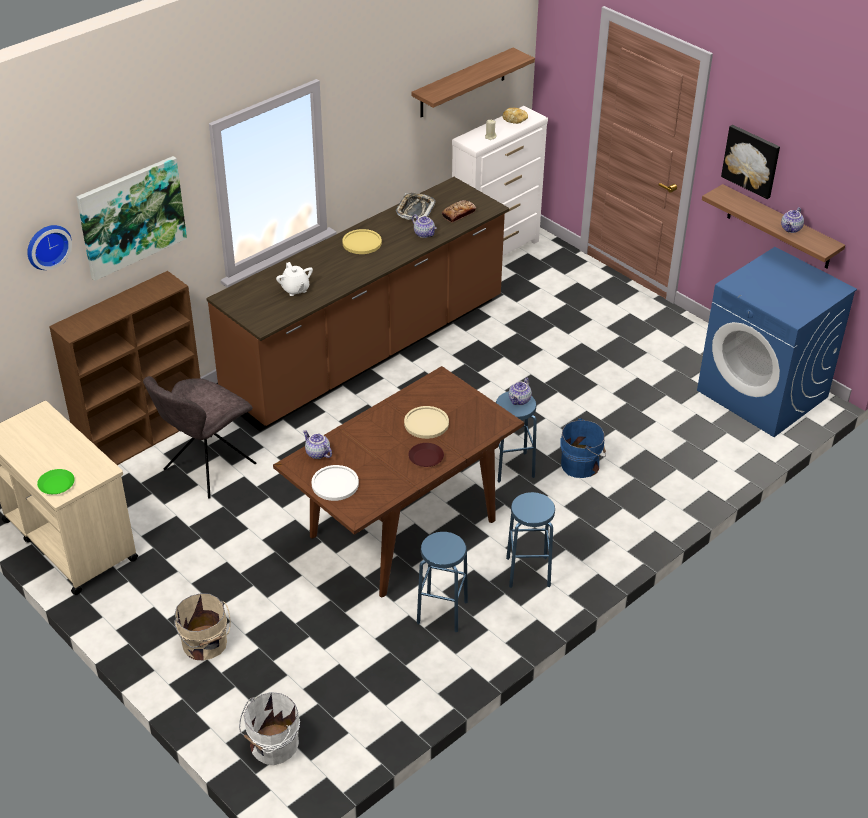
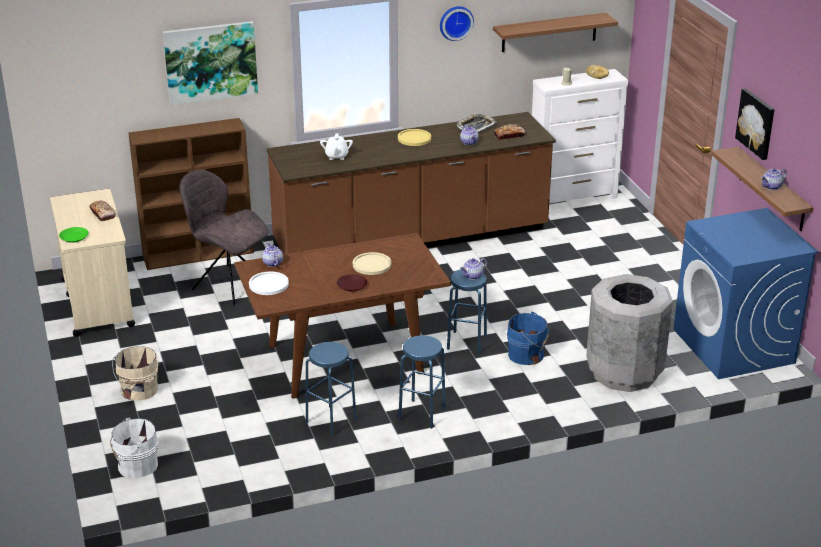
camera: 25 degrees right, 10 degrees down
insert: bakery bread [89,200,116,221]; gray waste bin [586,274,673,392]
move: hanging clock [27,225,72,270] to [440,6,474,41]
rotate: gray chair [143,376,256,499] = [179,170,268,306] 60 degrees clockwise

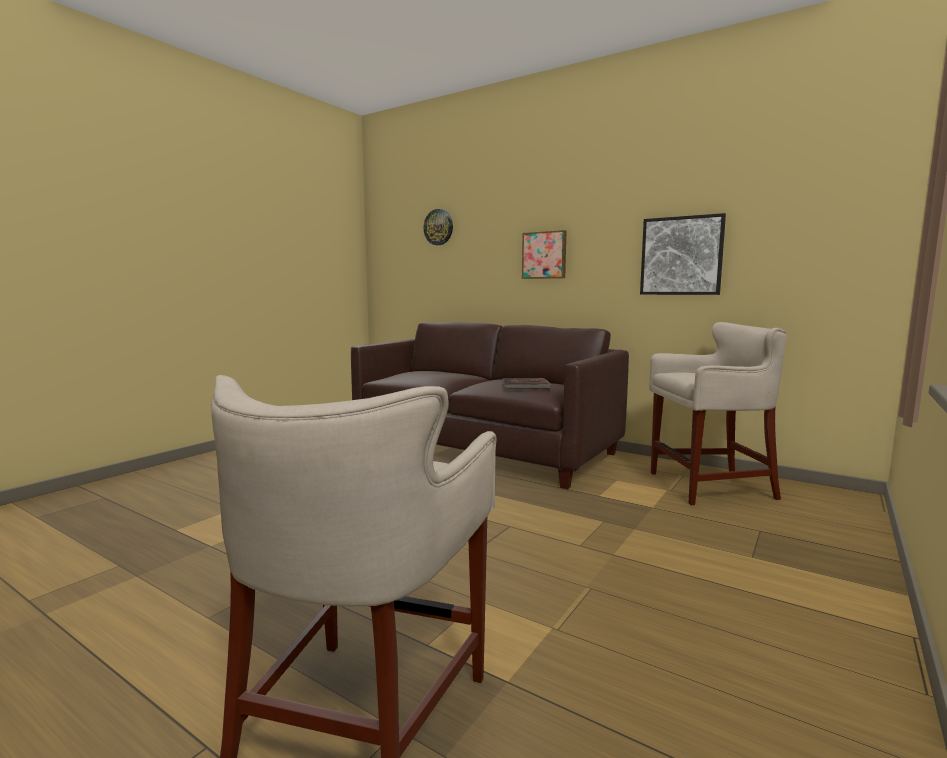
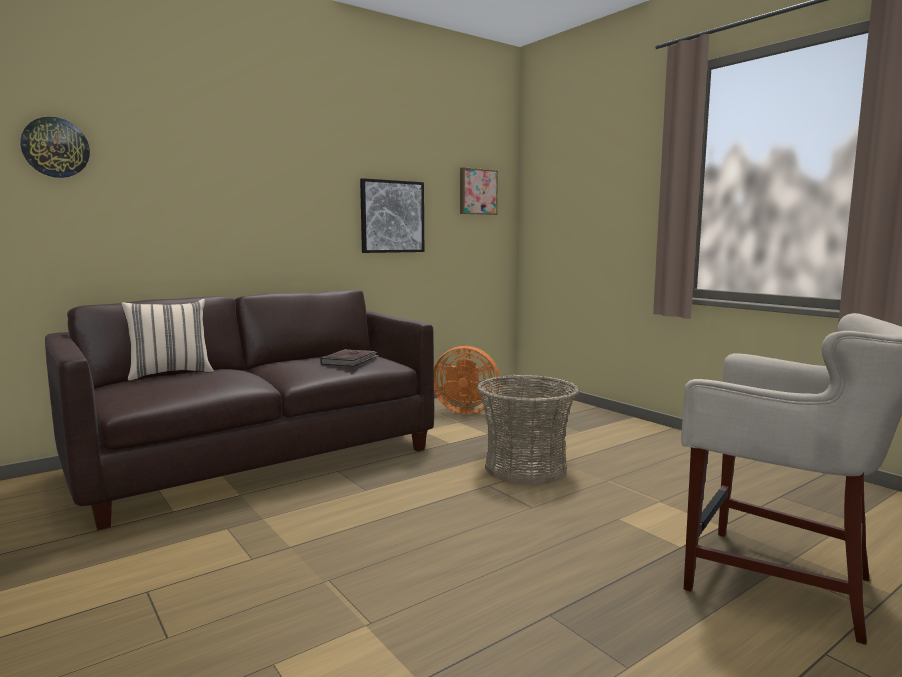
camera: 70 degrees left, 0 degrees up
insert: beige pillow [121,299,214,381]; basket [477,375,580,485]
move: picture [522,230,566,279] to [460,167,498,215]
replace: beige stool seat [649,322,787,505] to orange electric fan [434,346,500,414]

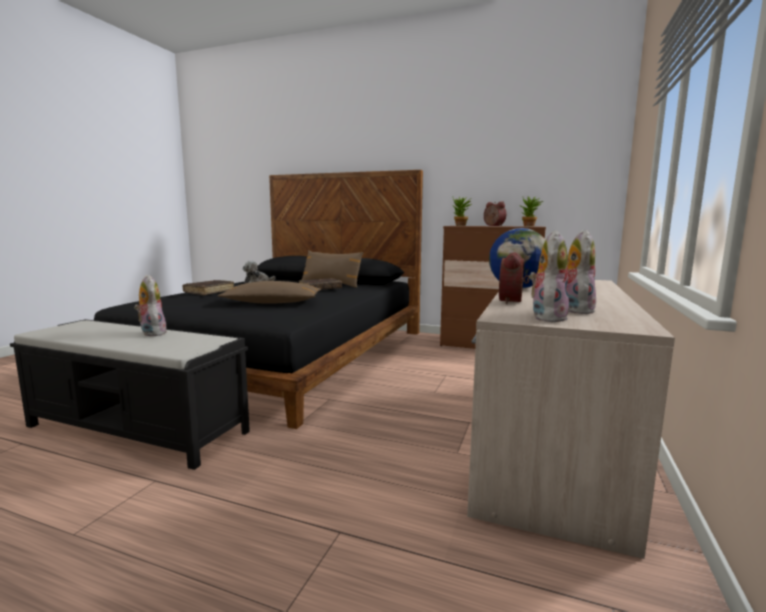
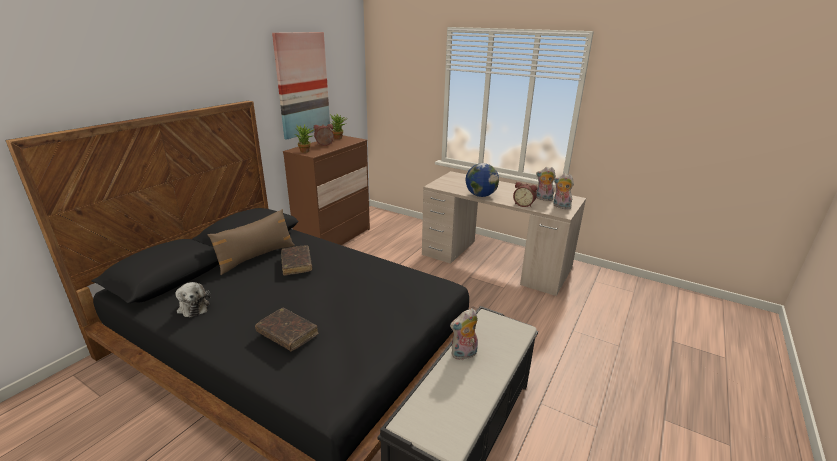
camera: 80 degrees left, 15 degrees up
delete: brown pillow [218,281,321,304]
insert: picture [272,32,330,140]

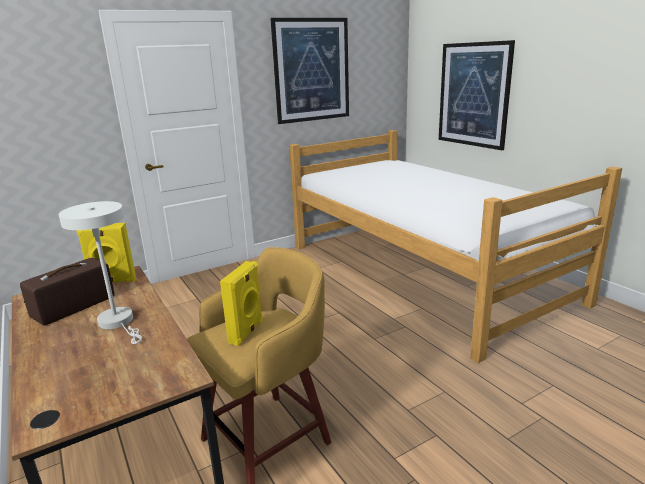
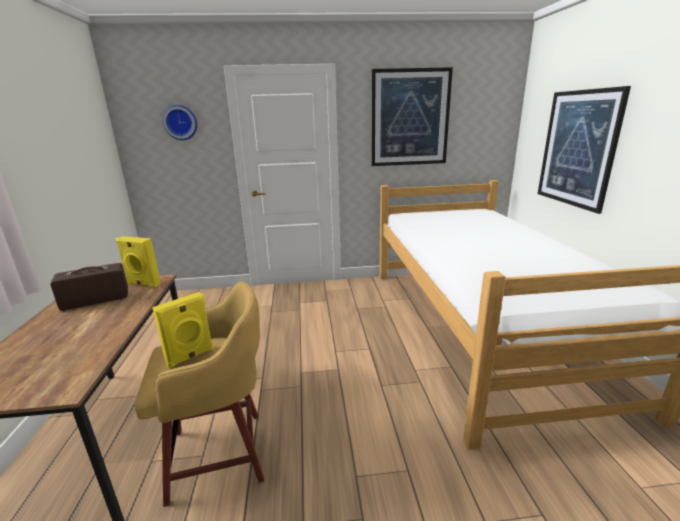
camera: 25 degrees right, 0 degrees up
delete: white tabletop lamp [59,201,142,344]
insert: hanging clock [163,105,197,140]

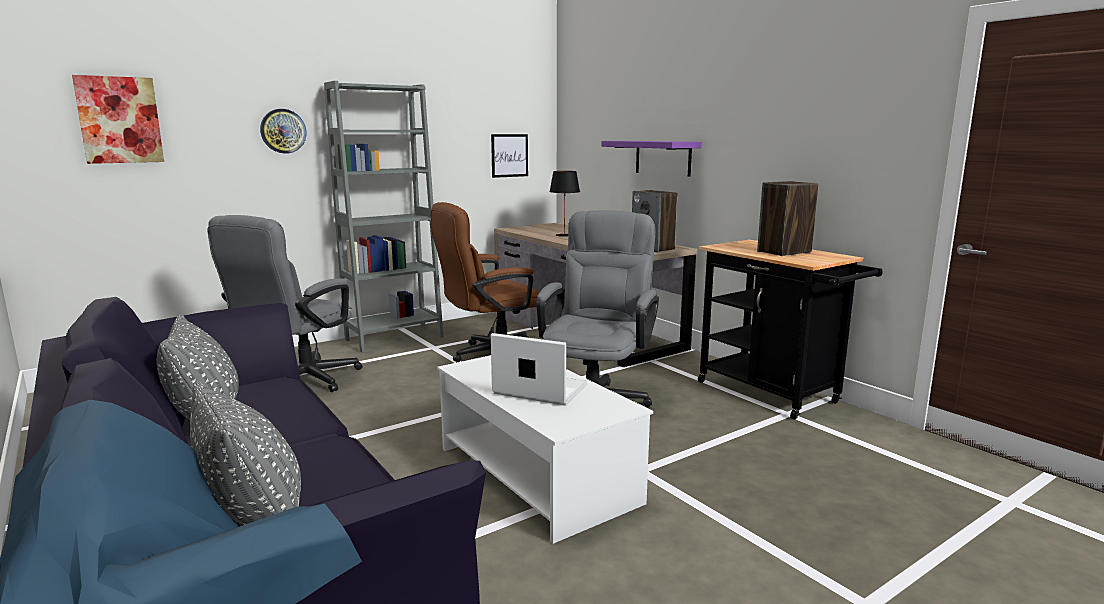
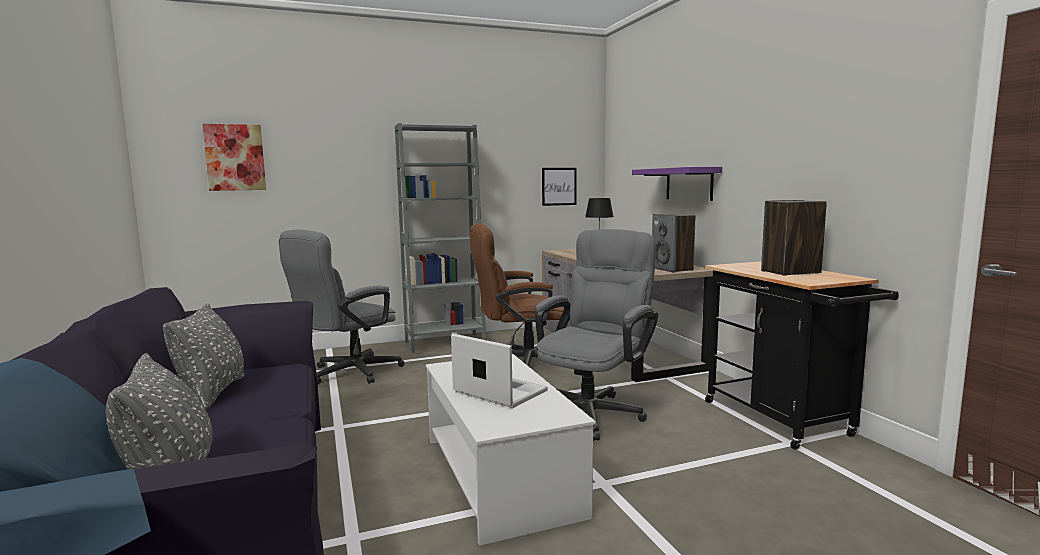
camera: 15 degrees right, 5 degrees down
delete: hanging clock [260,109,306,153]

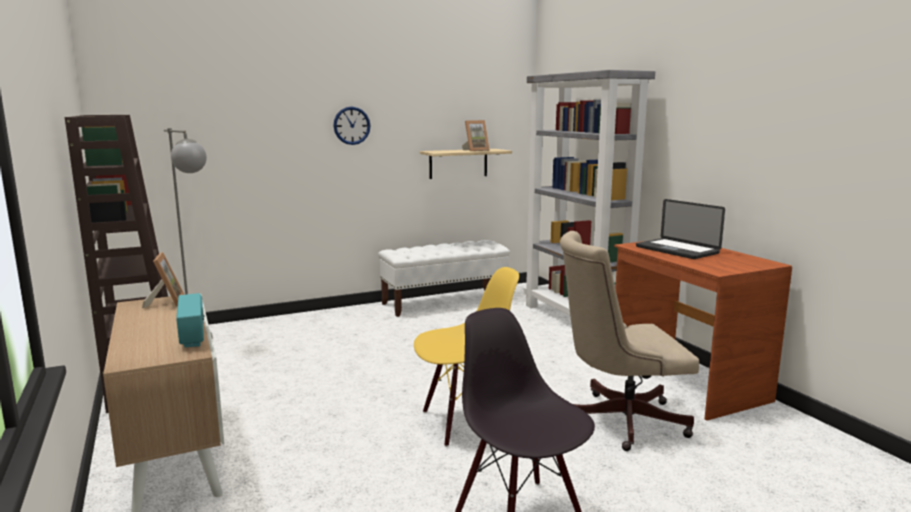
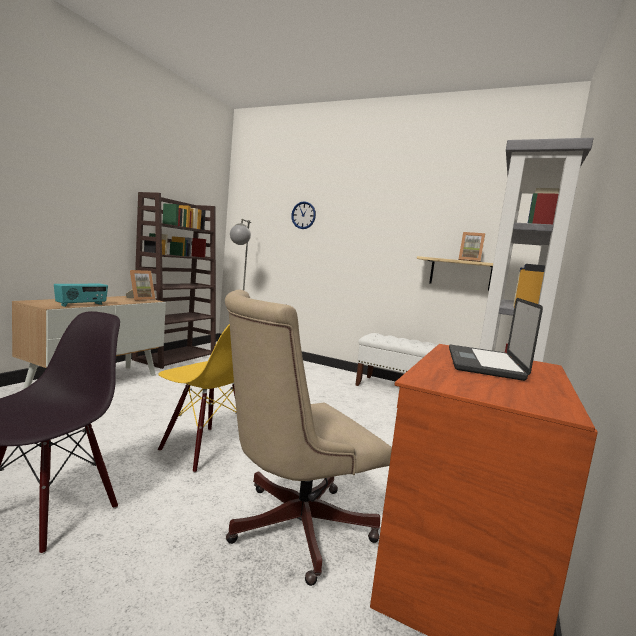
camera: 50 degrees right, 5 degrees down
move: hanging clock [334,107,370,145] to [291,201,316,229]
rotate: beige desk chair [560,231,699,451] = [225,290,392,586] 75 degrees counterclockwise

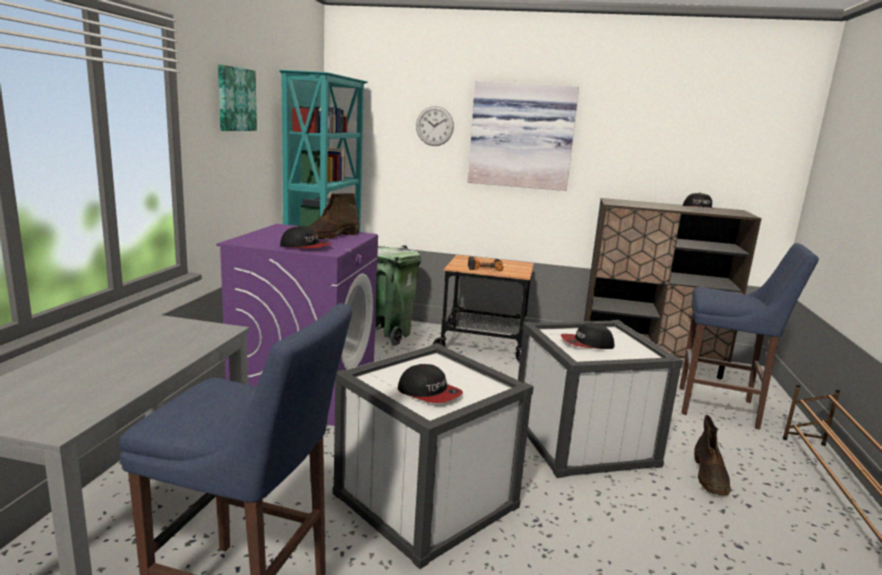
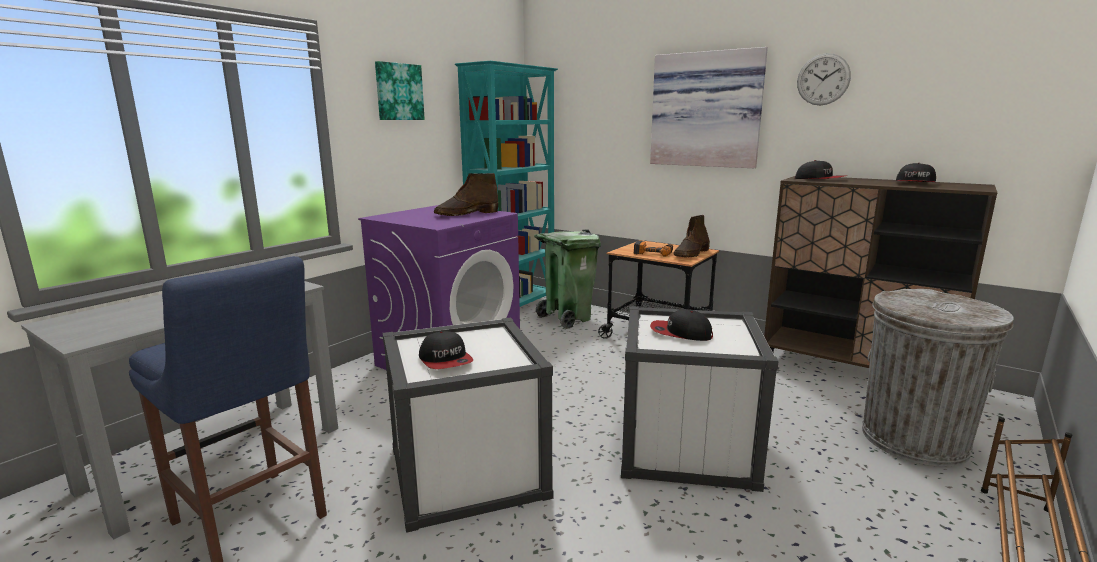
camera: 25 degrees right, 0 degrees up
move: peaked cap [280,226,332,248] to [795,160,846,179]; hanging clock [416,106,454,146] to [797,53,851,105]; brown high-top boot [694,415,731,496] to [674,215,710,258]
replace: blue stool seat [679,243,819,430] to gray waste bin [862,289,1014,467]

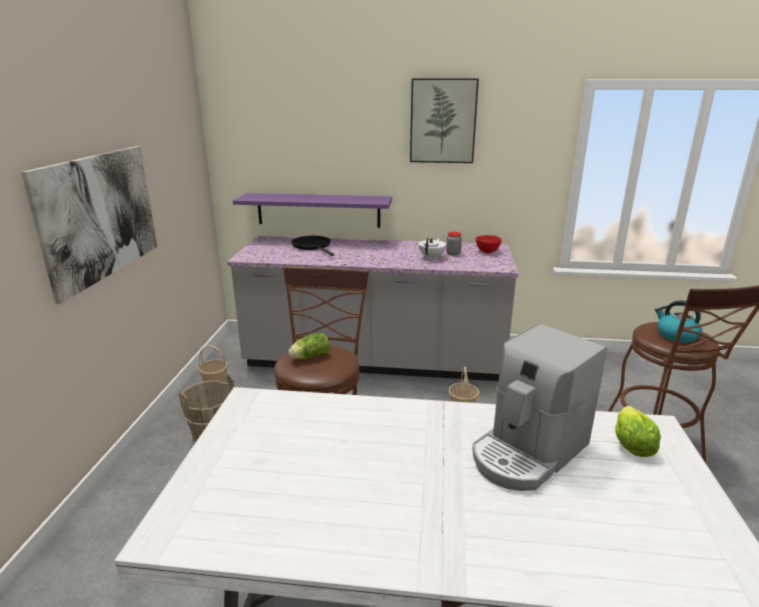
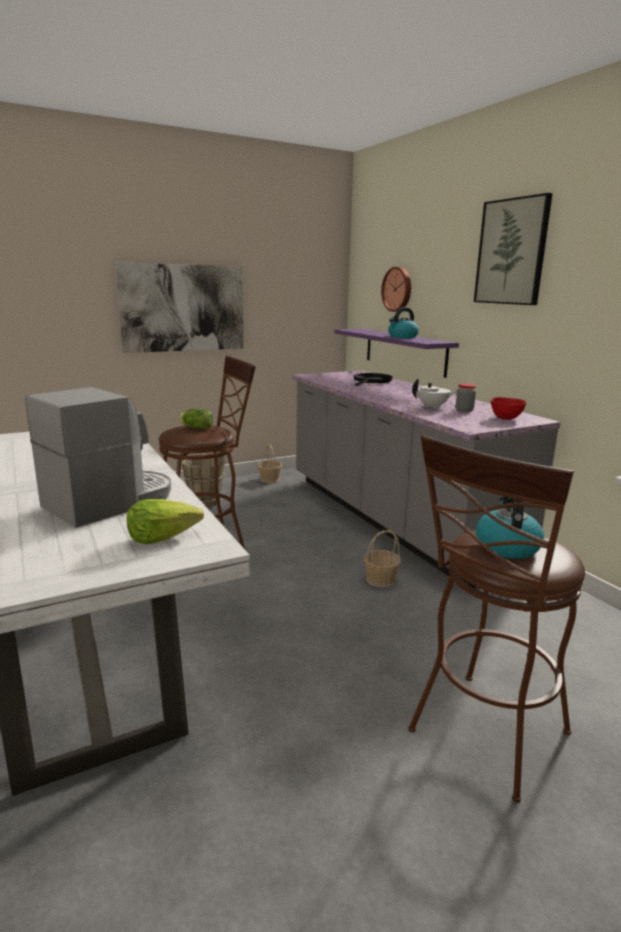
camera: 55 degrees right, 5 degrees down
insert: hanging clock [381,267,411,312]; tea kettle [388,307,419,338]
rotate: coffee brewer [472,324,607,491] = [25,387,171,528] 120 degrees clockwise

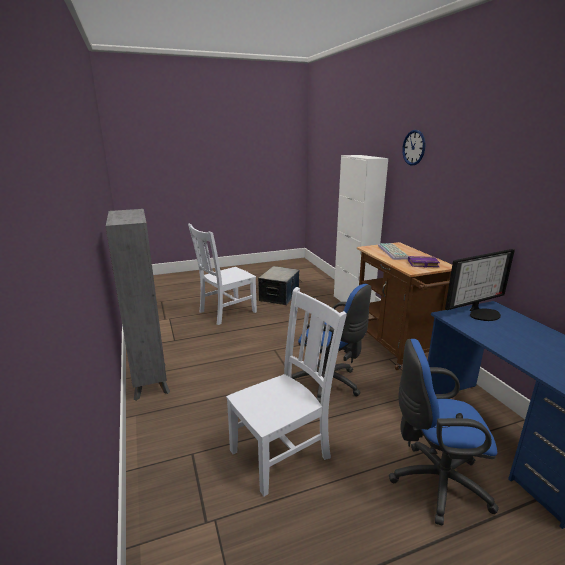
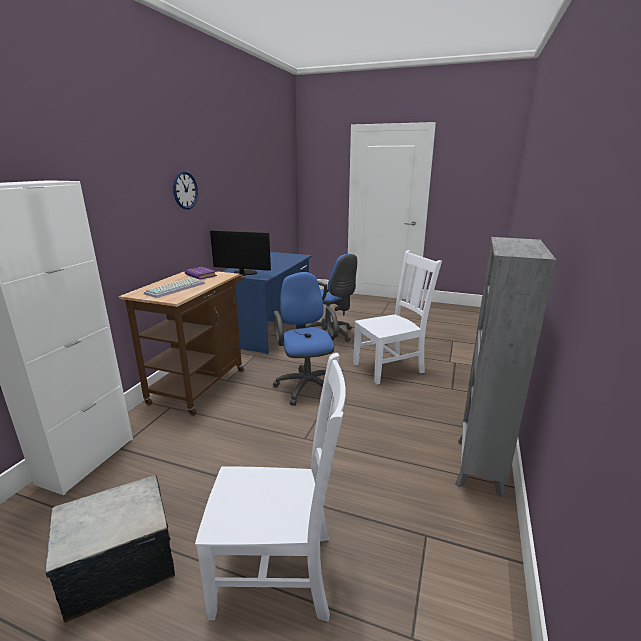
camera: 140 degrees left, 0 degrees up
move: hanging clock [402,130,425,166] to [173,171,198,210]
rotate: white chair [226,287,347,497] = [353,250,442,385] 150 degrees clockwise

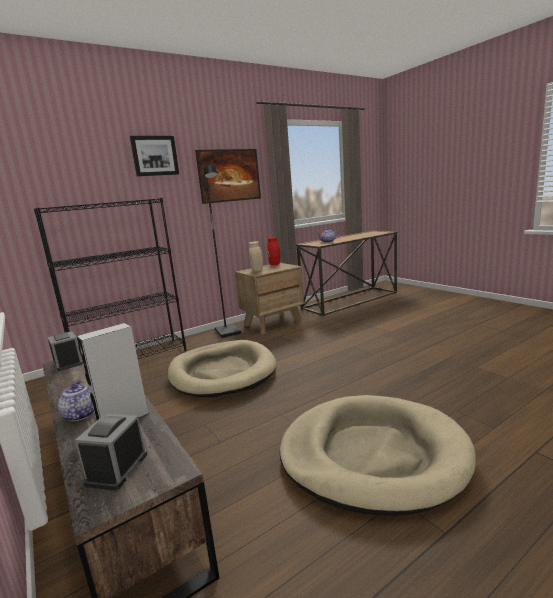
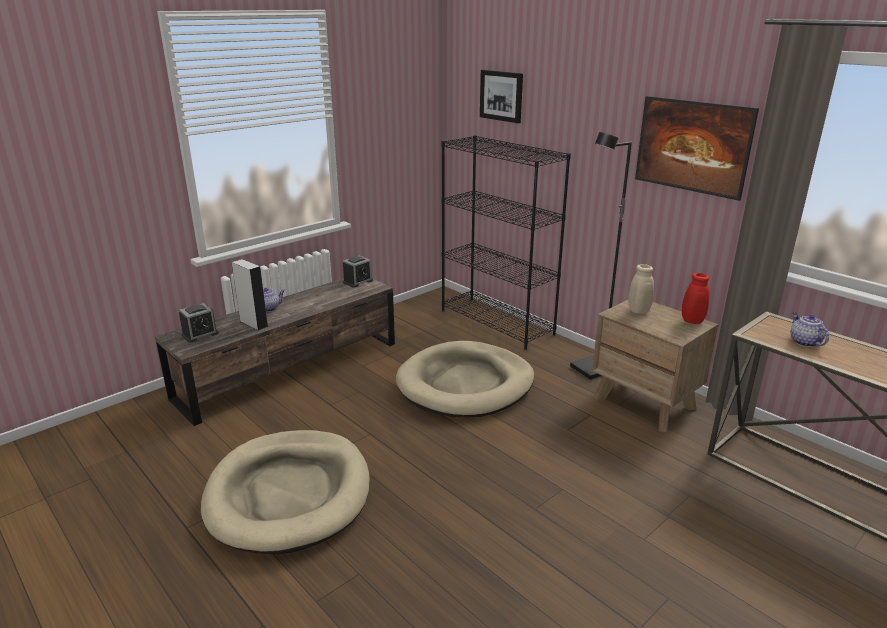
camera: 80 degrees right, 10 degrees up
move: picture [130,136,179,177] to [480,70,523,123]
rotate: bedside clock [75,414,147,491] = [179,303,219,343] 135 degrees clockwise

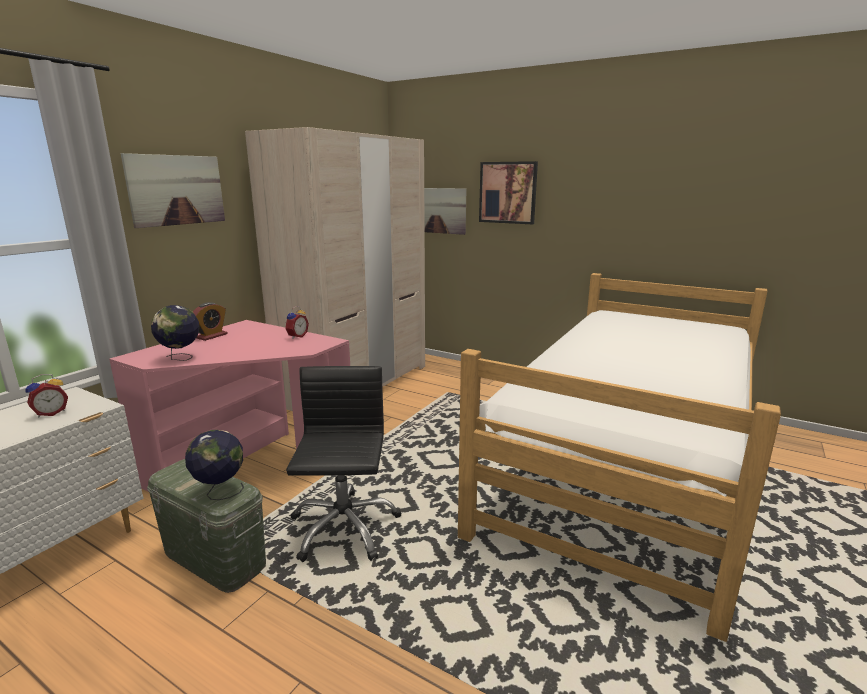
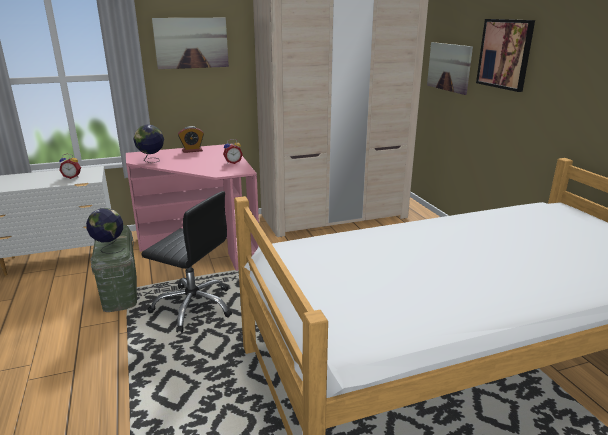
camera: 40 degrees right, 5 degrees up
rotate: black-coloured desk chair [286,366,401,562] = [142,191,232,333] 75 degrees clockwise

